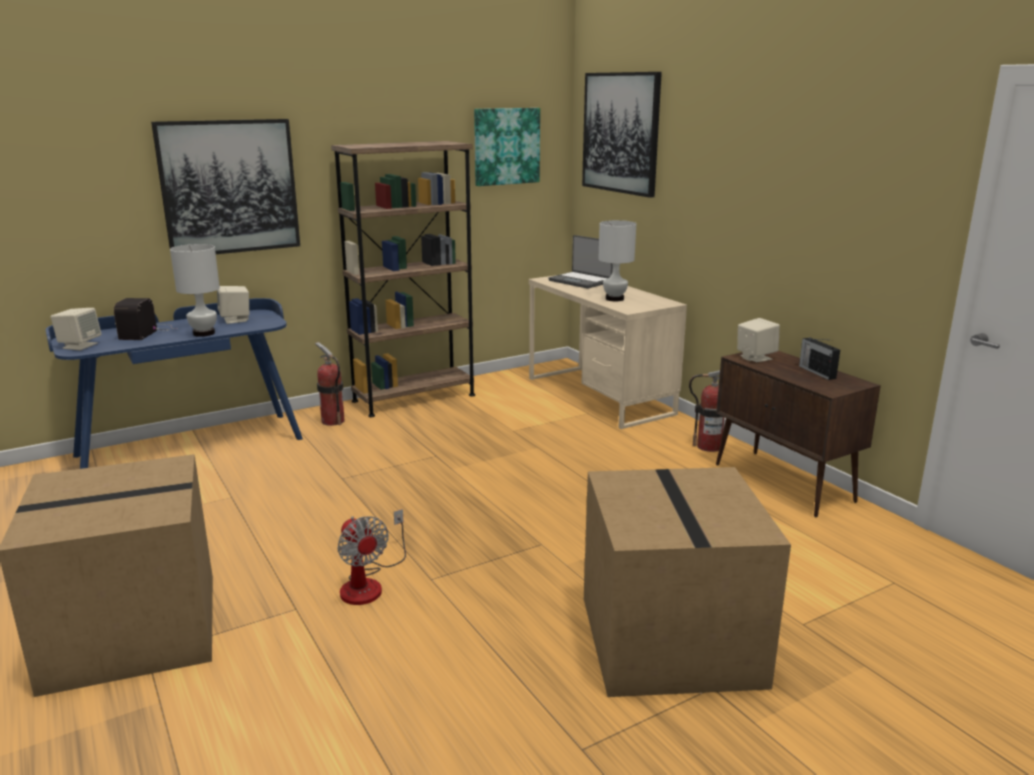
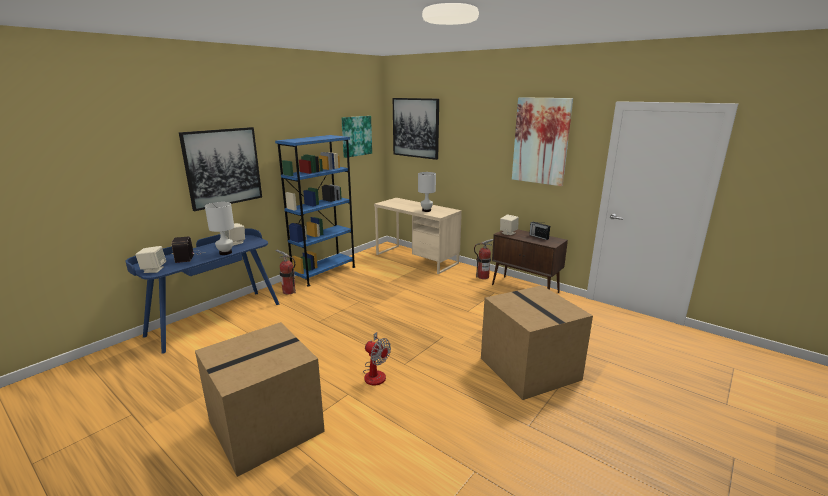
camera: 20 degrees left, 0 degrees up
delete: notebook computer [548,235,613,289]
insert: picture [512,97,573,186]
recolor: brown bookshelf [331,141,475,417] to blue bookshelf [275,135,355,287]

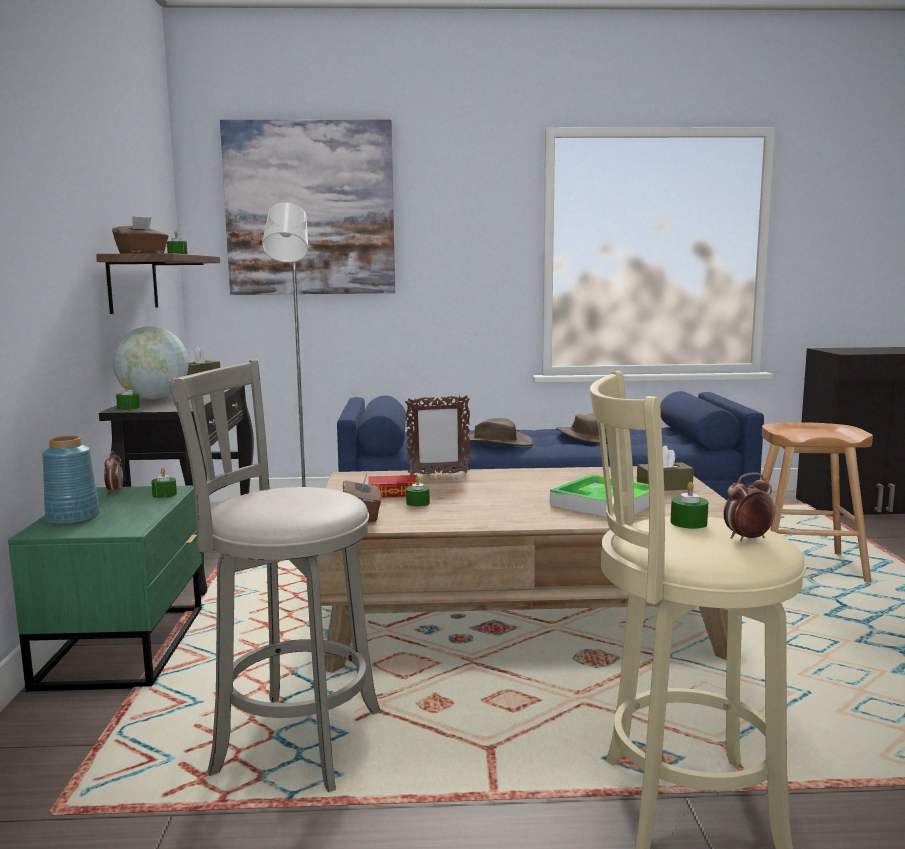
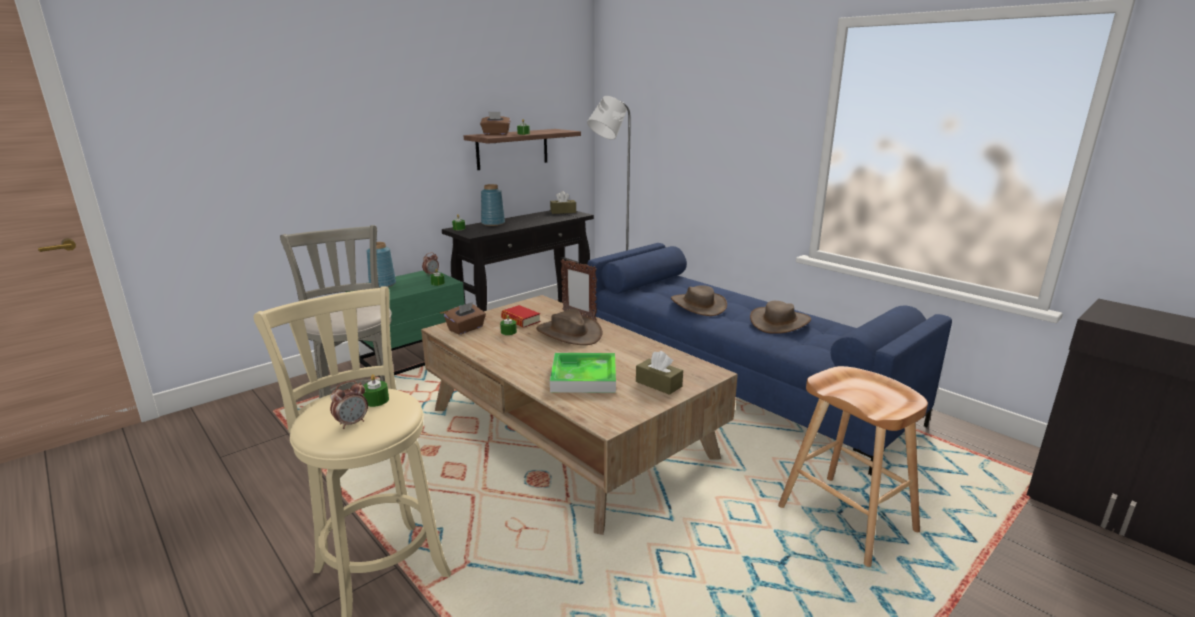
camera: 50 degrees right, 10 degrees up
delete: picture [220,119,395,295]
insert: brown hat [536,309,603,345]
replace: desk globe [112,326,189,399] to blue flower vase [481,184,505,226]
rotate: bedside clock [724,472,775,541] = [330,380,368,429] 105 degrees clockwise

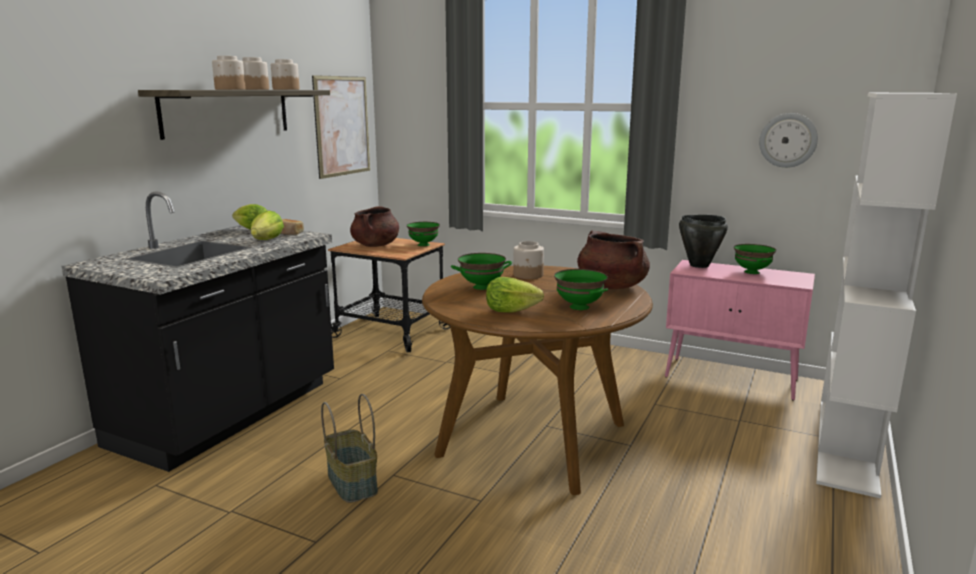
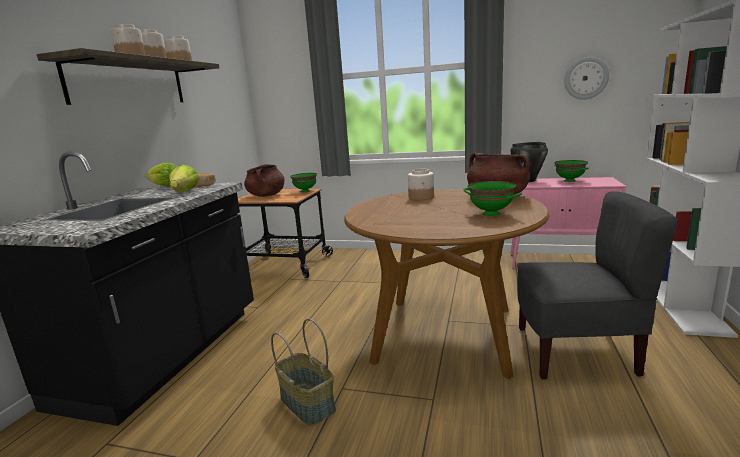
camera: 10 degrees left, 0 degrees up
delete: picture [312,75,370,179]; green bowl [451,253,512,290]; lettuce [486,277,544,313]
insert: gray chair [517,191,678,380]

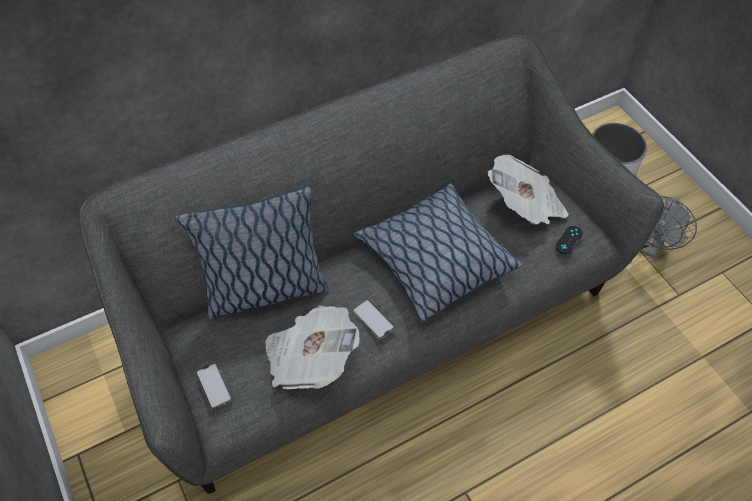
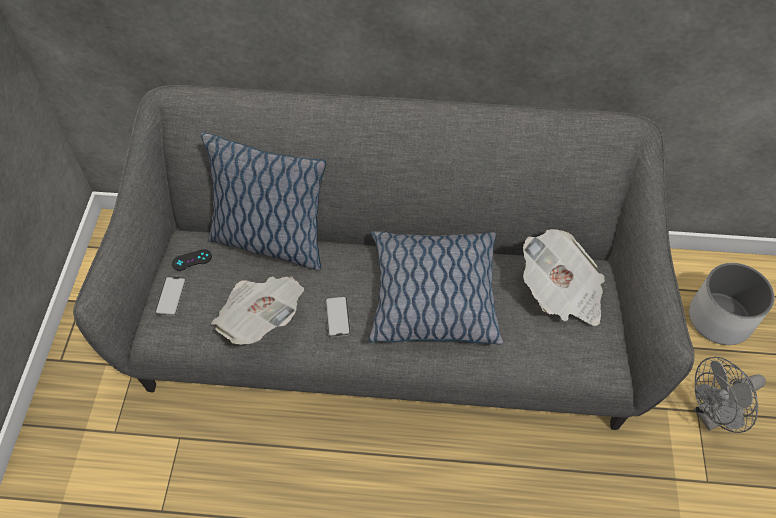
camera: 35 degrees right, 0 degrees up
move: black-coloured joypad [556,226,583,254] to [172,249,212,271]

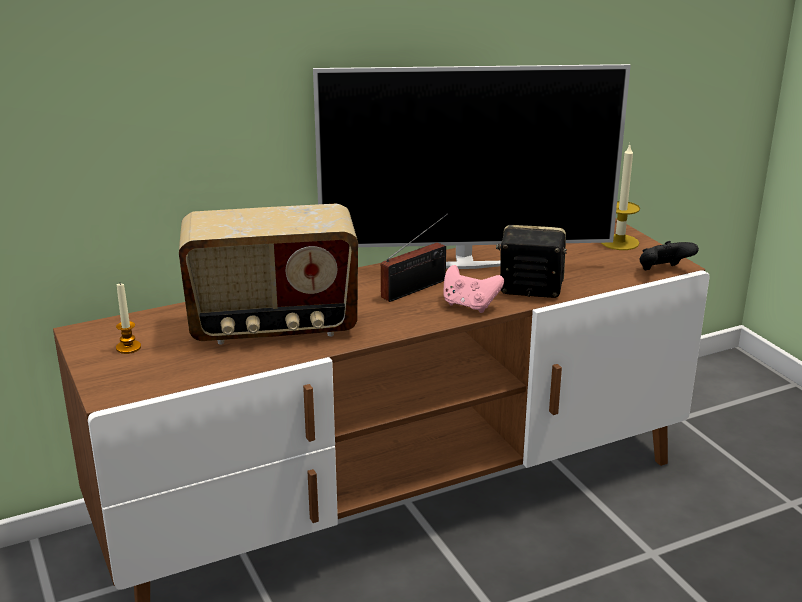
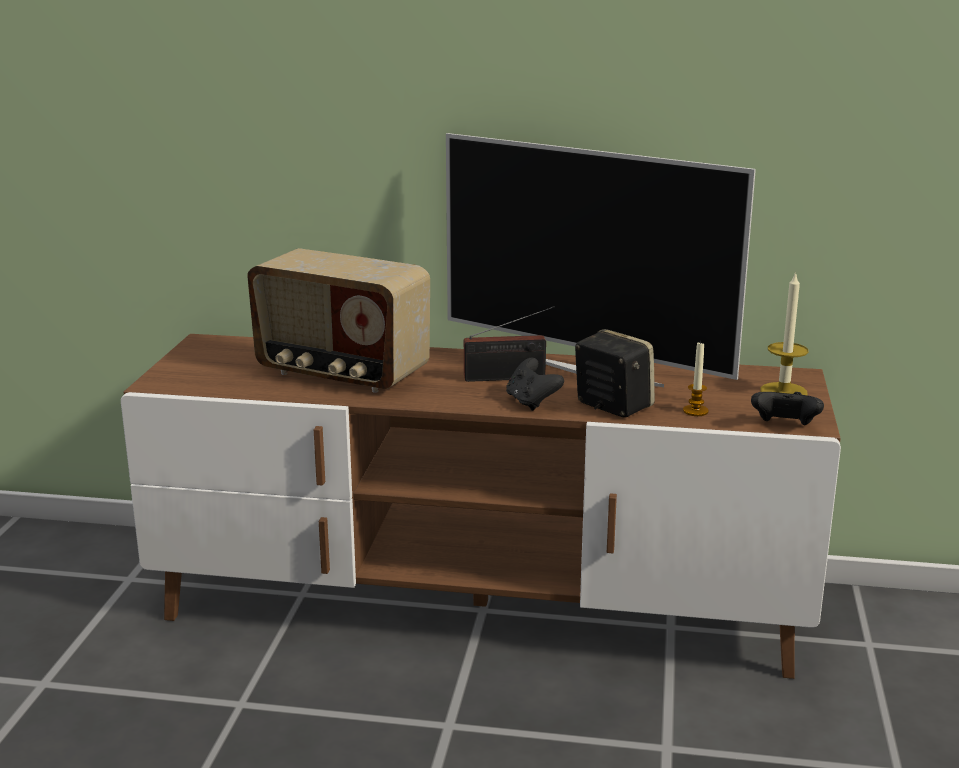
camera: 35 degrees right, 5 degrees down
move: candle [116,284,141,354] to [683,341,709,416]
recolor: pink-coloured joypad [444,265,504,313] to black-coloured joypad [506,358,564,411]

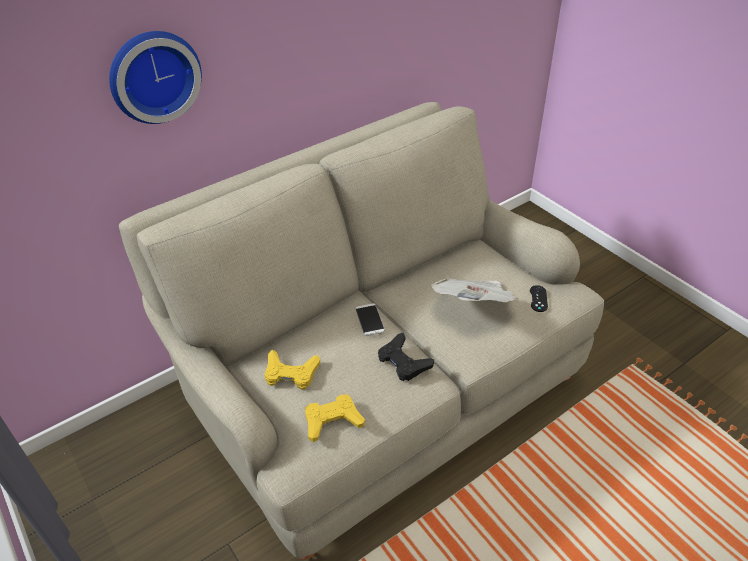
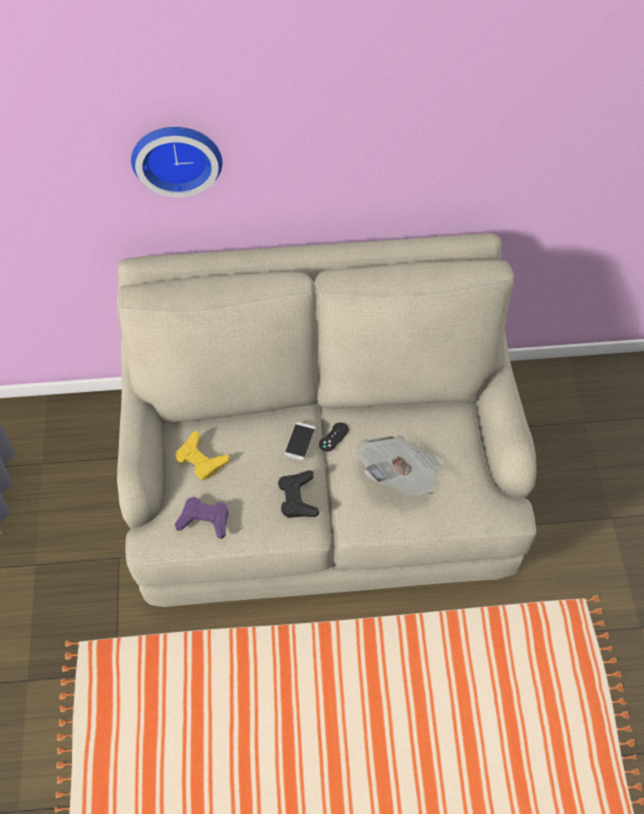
camera: 30 degrees right, 15 degrees up
move: black-coloured joypad [530,285,548,312] to [319,422,349,452]
recolor: yellowish joypad [305,394,365,442] to purple-coloured joypad [175,497,229,539]

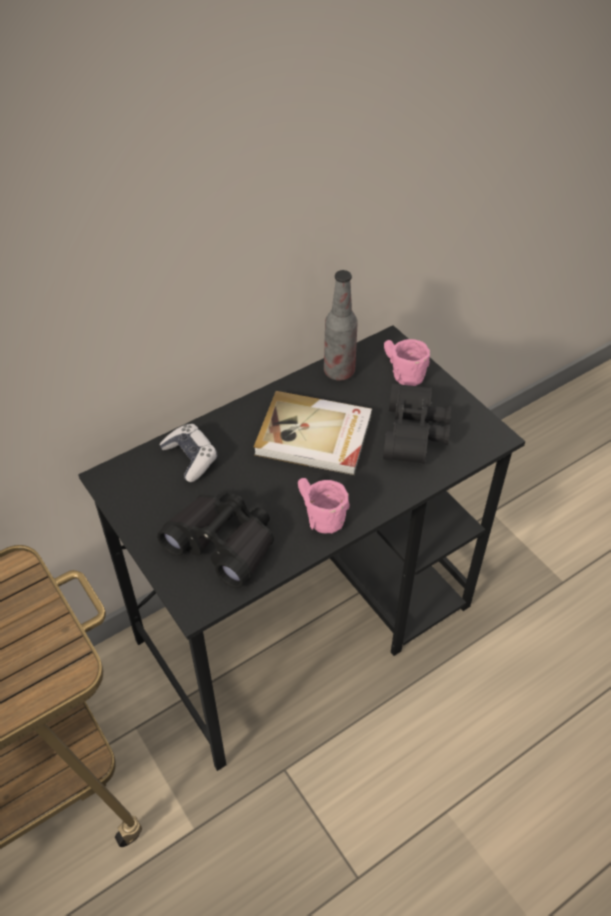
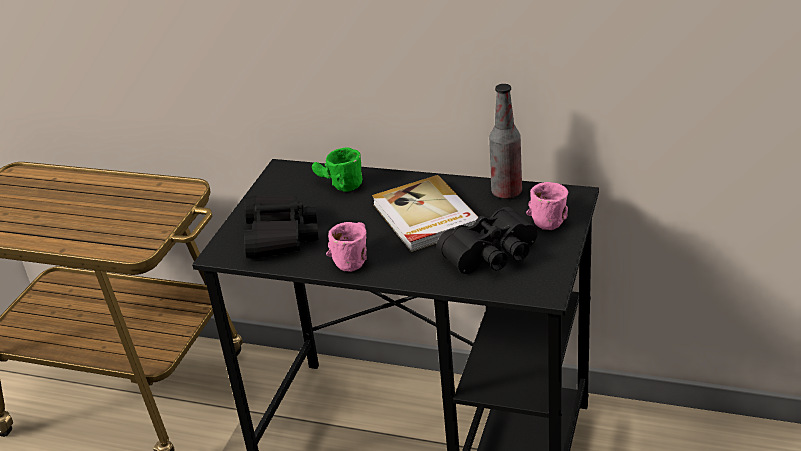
camera: 55 degrees right, 15 degrees down
replace: joypad [159,424,217,482] to green mug [312,147,362,192]

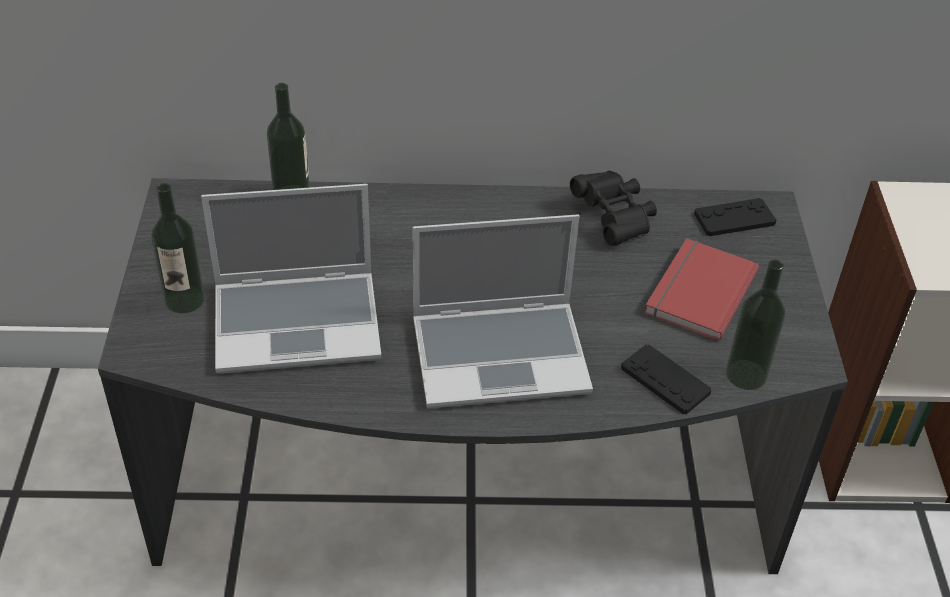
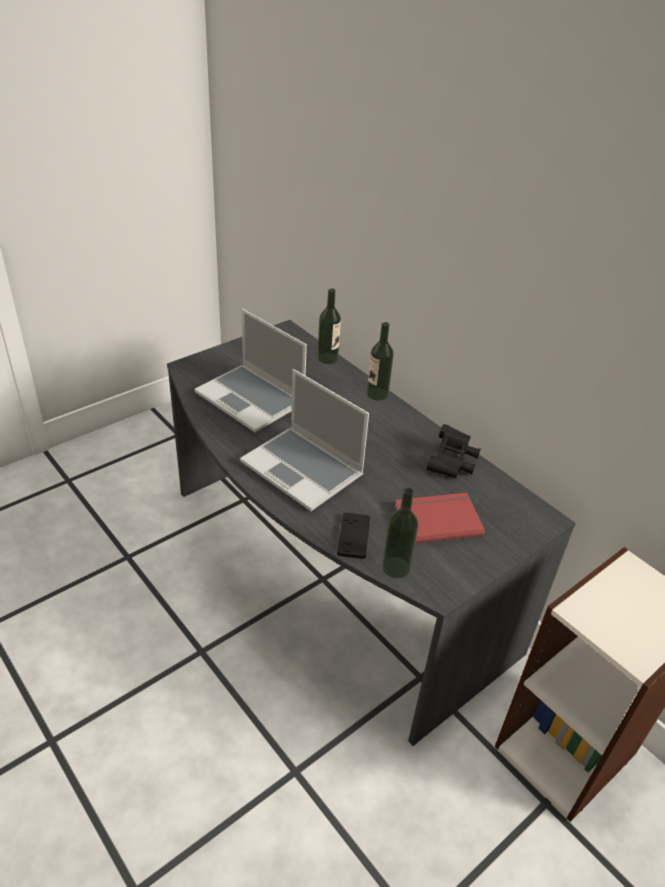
camera: 50 degrees right, 5 degrees down
delete: black-coloured joypad [694,198,776,236]
move: bottle [151,183,205,313] to [367,322,394,400]

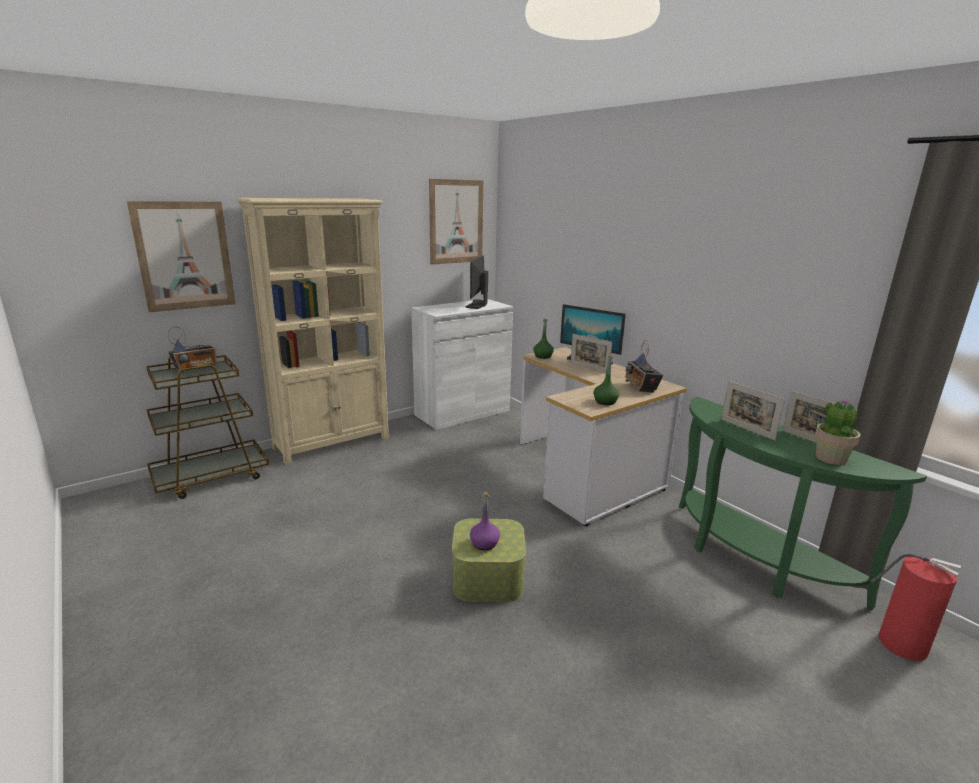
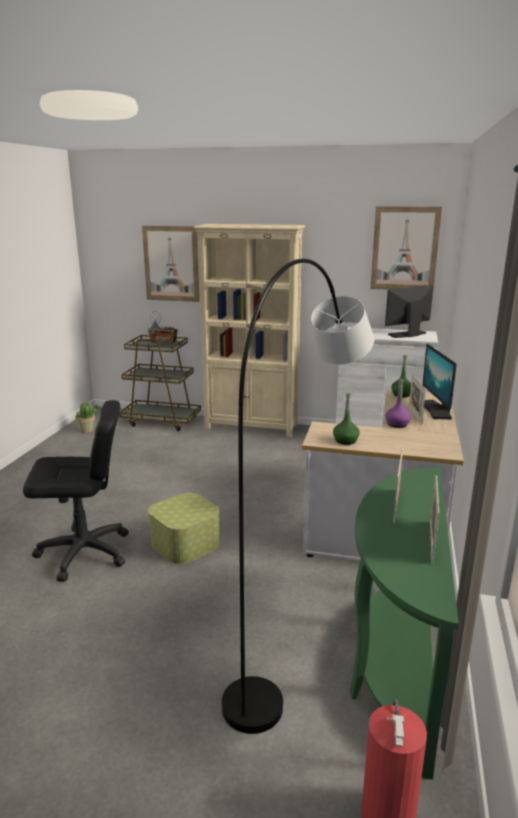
camera: 50 degrees right, 0 degrees up
delete: radio set [625,340,663,393]
insert: black-coloured desk chair [23,400,129,582]; gray standard lamp [222,259,374,734]
move: purple-coloured bottle [470,492,500,550] to [385,379,411,428]; plant in a pot [815,399,860,465] to [75,401,99,433]

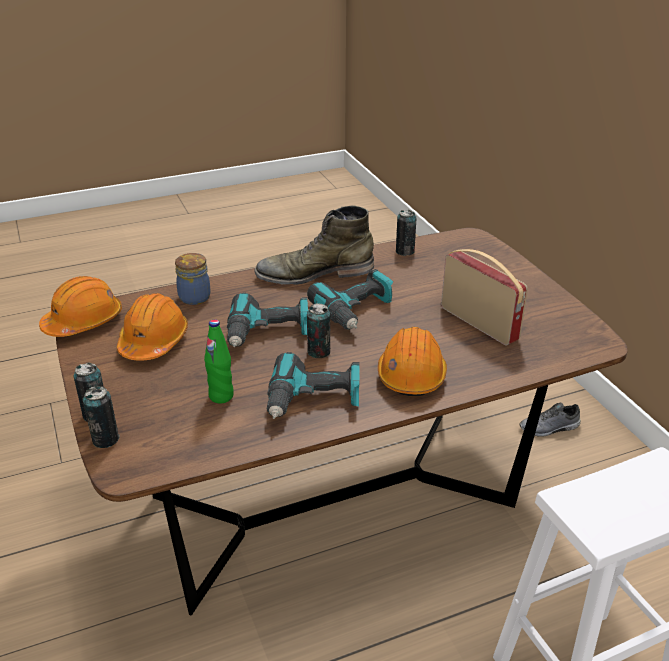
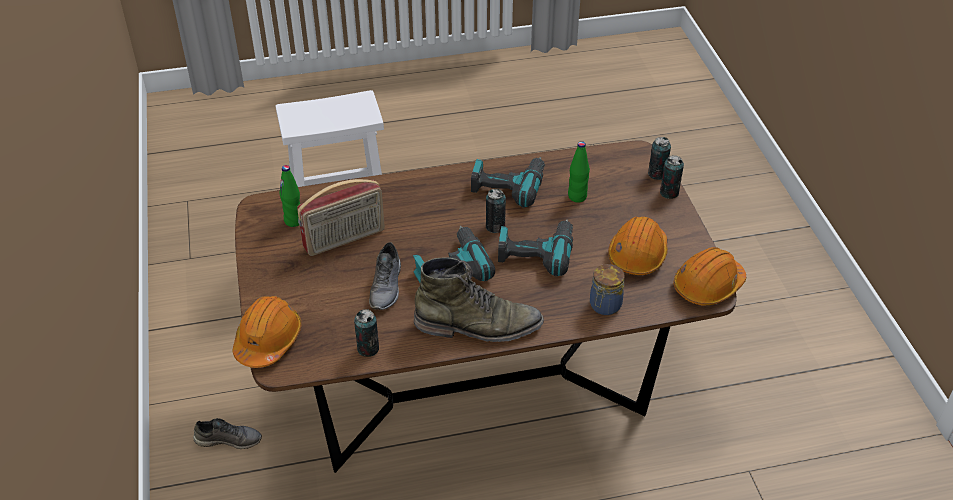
camera: 170 degrees left, 10 degrees up
insert: green bottle [280,165,300,227]; gray low shoe [369,242,401,310]
move: orange hard hat [378,327,447,396] to [233,296,302,368]
rotate: radio set [441,249,528,346] = [297,179,385,256] 90 degrees counterclockwise

